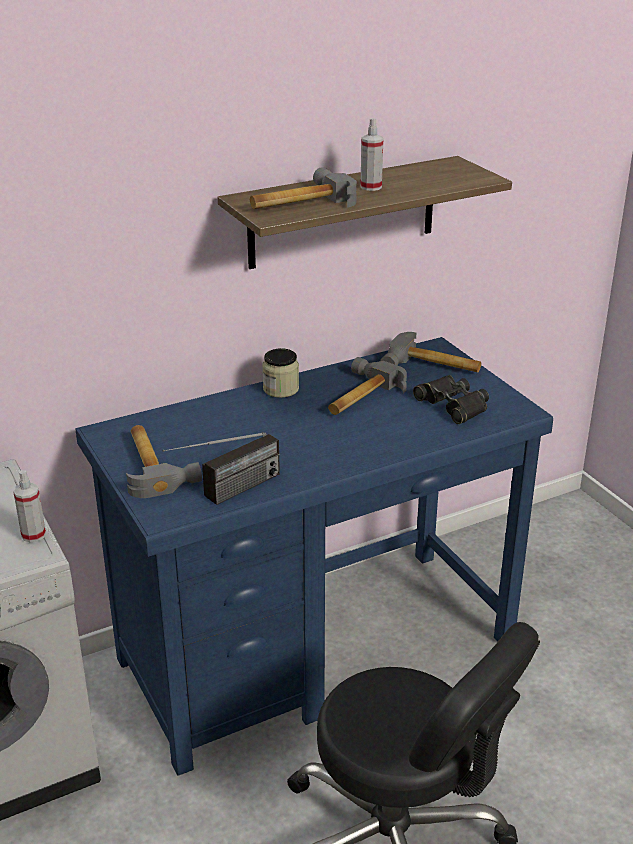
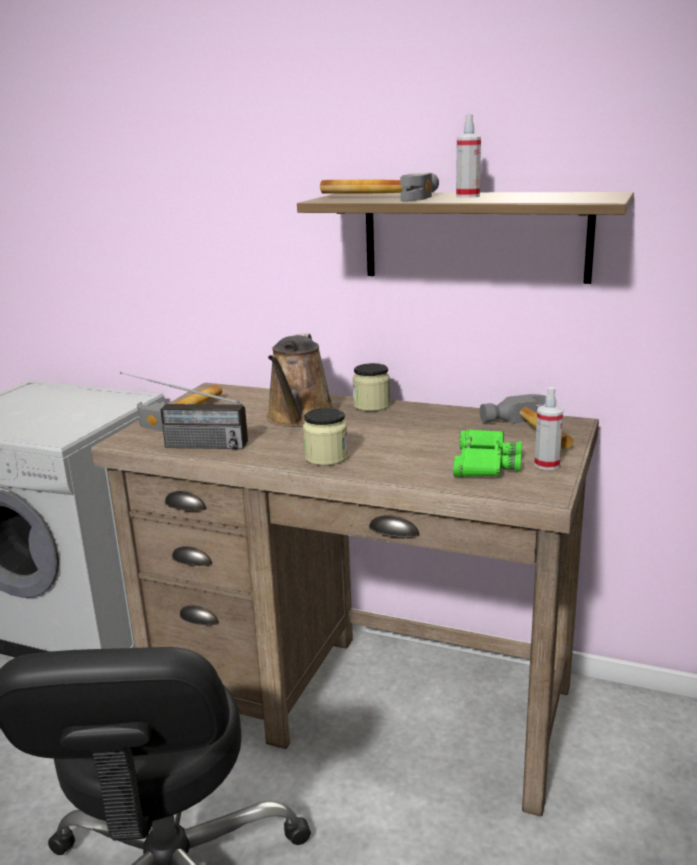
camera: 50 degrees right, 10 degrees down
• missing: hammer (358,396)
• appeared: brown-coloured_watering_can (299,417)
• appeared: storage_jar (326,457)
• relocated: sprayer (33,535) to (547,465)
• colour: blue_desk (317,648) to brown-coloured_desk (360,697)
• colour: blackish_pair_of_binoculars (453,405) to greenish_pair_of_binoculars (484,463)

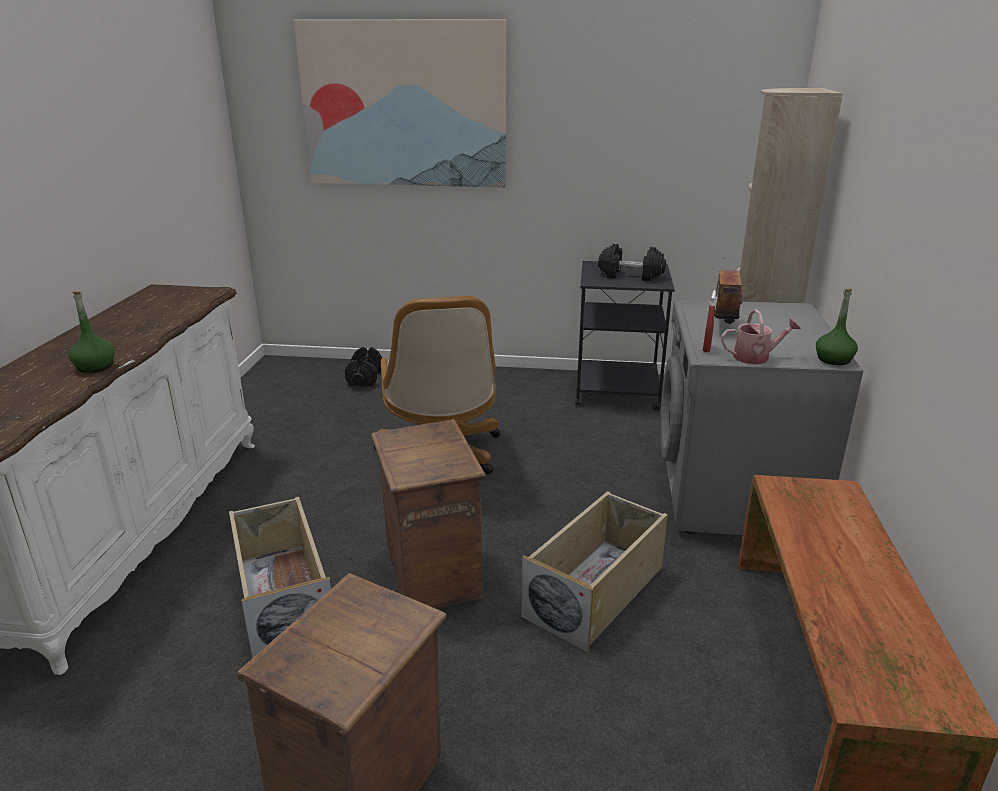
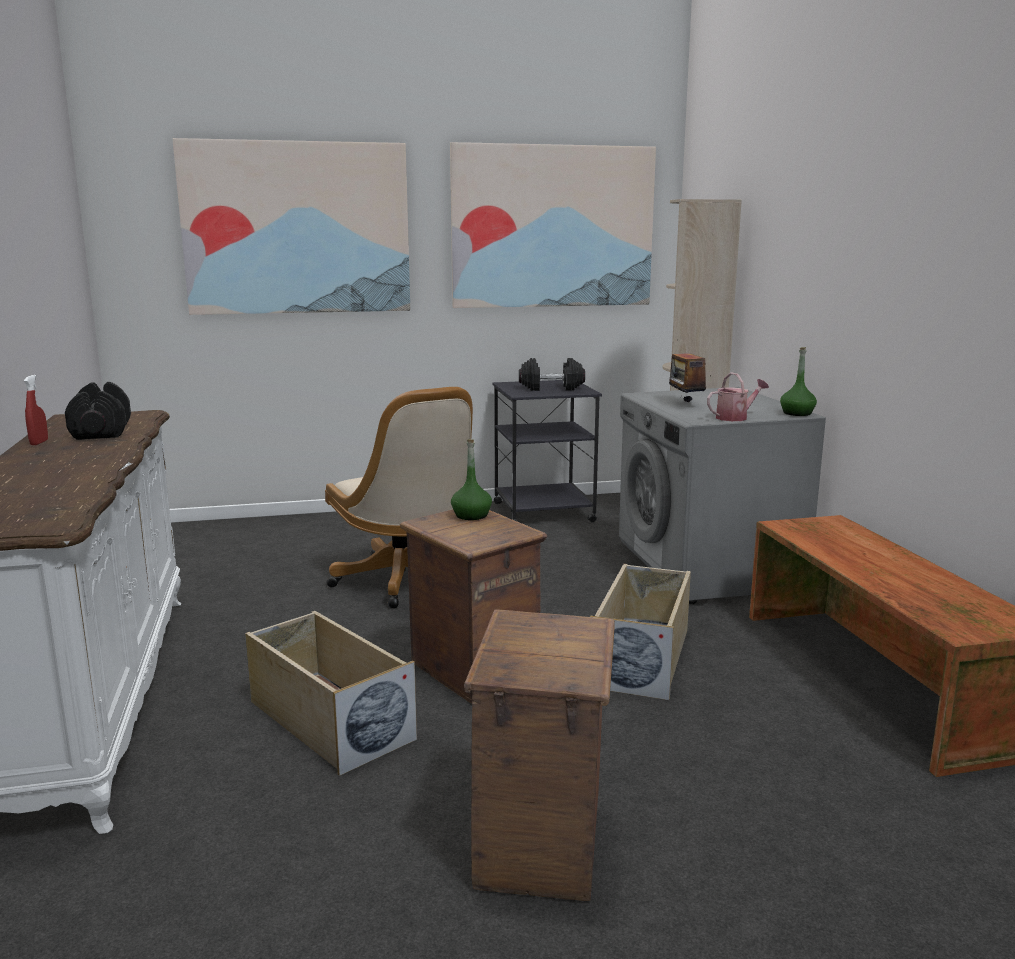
camera: 20 degrees left, 10 degrees down
• appeared: picture (553,227)
• relocated: greenish_drink_bottle (95,366) to (471,515)
• relocated: blackish_hand_weight (364,378) to (101,431)
• relocated: red-coloured_sprayer (706,348) to (39,443)

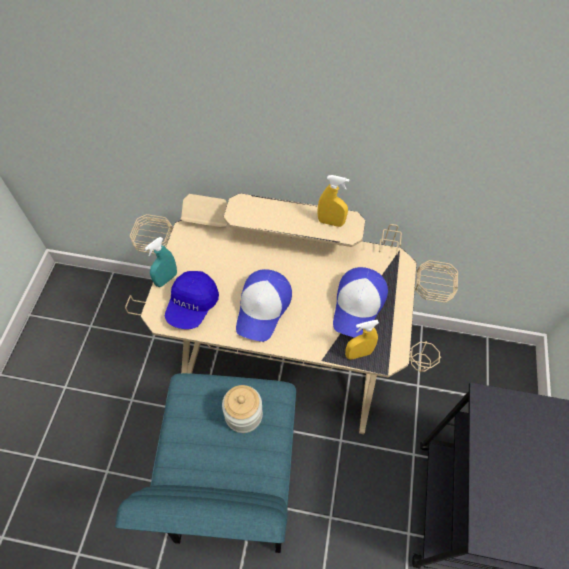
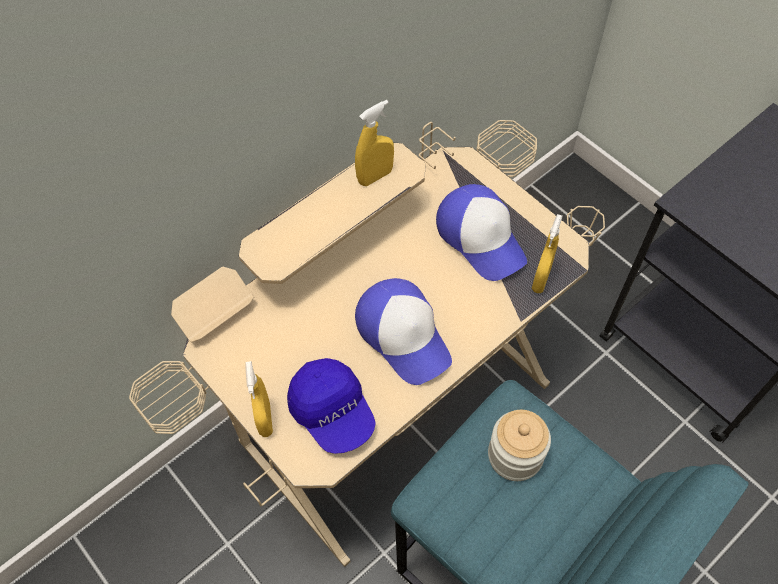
camera: 50 degrees left, 0 degrees up
• colour: turquoise-coloured_sprayer (166,279) to yellow_sprayer (265,419)

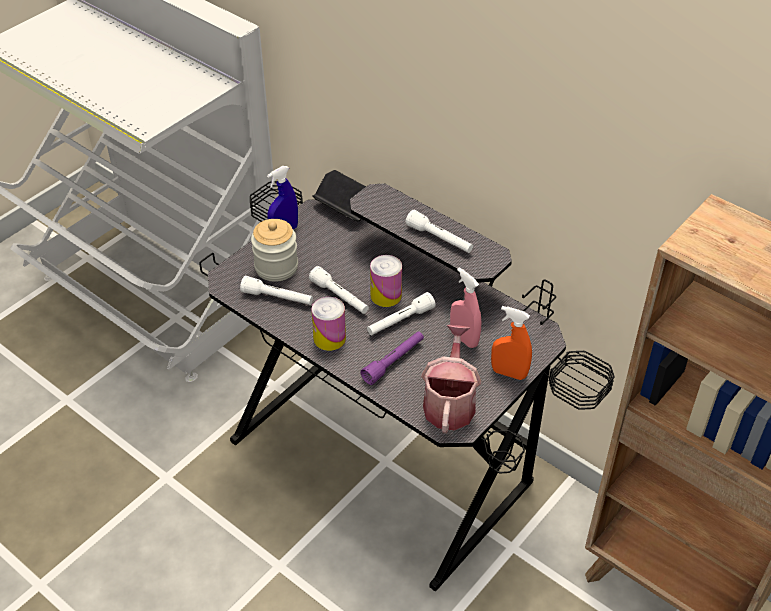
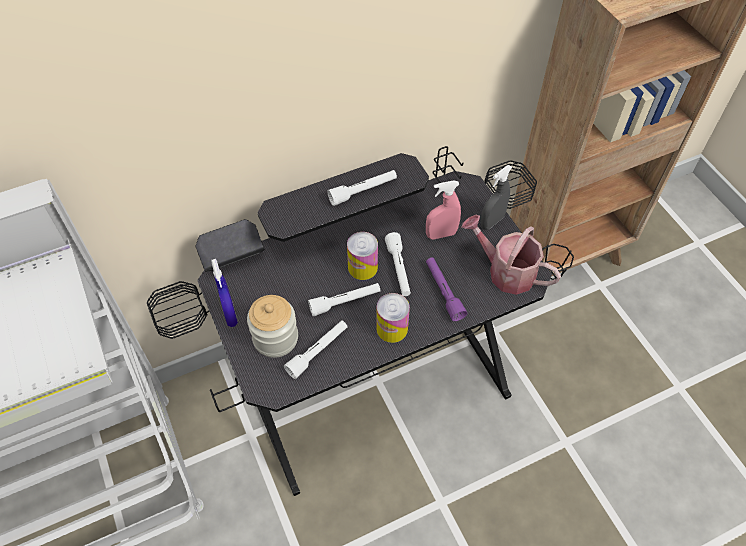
camera: 65 degrees left, 10 degrees up
• colour: orangey_sprayer (509,373) to gray_sprayer (492,221)

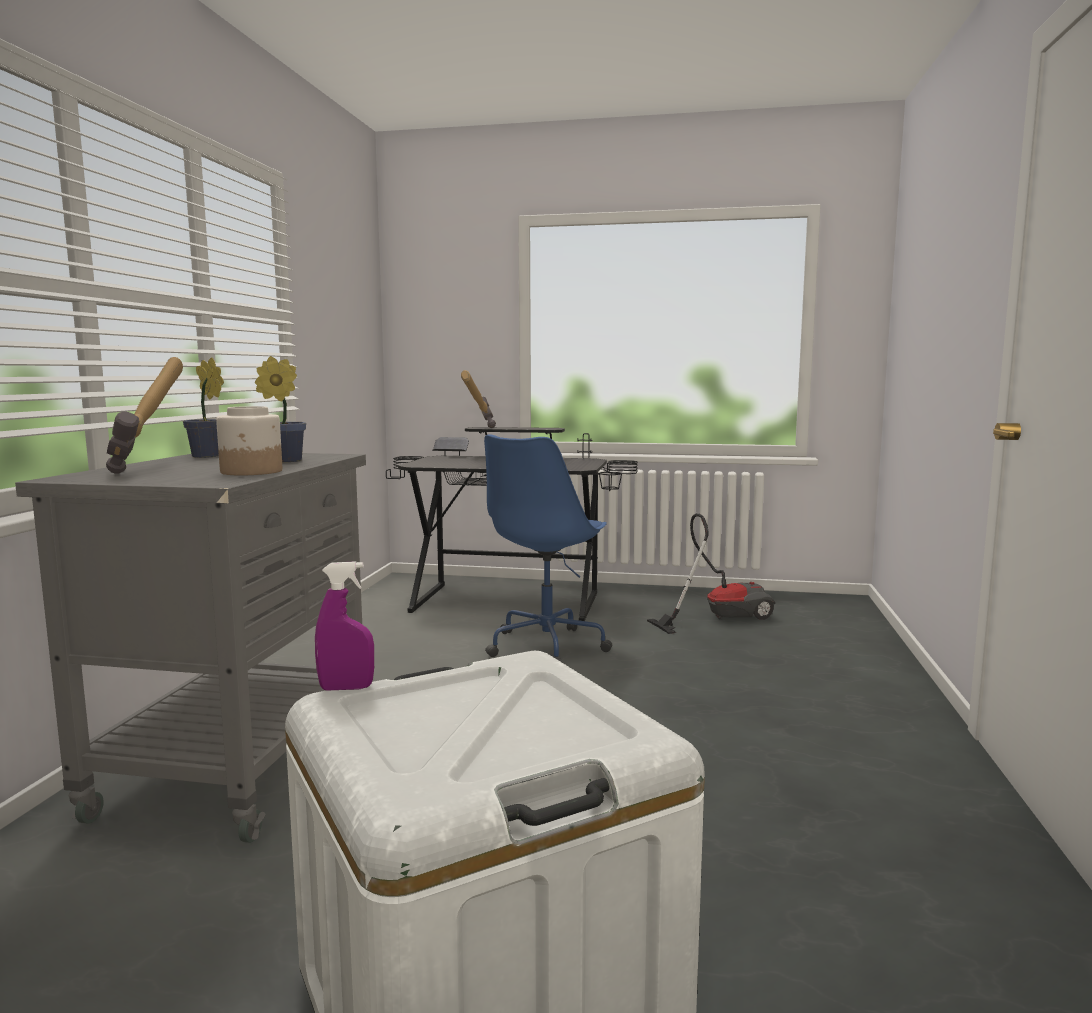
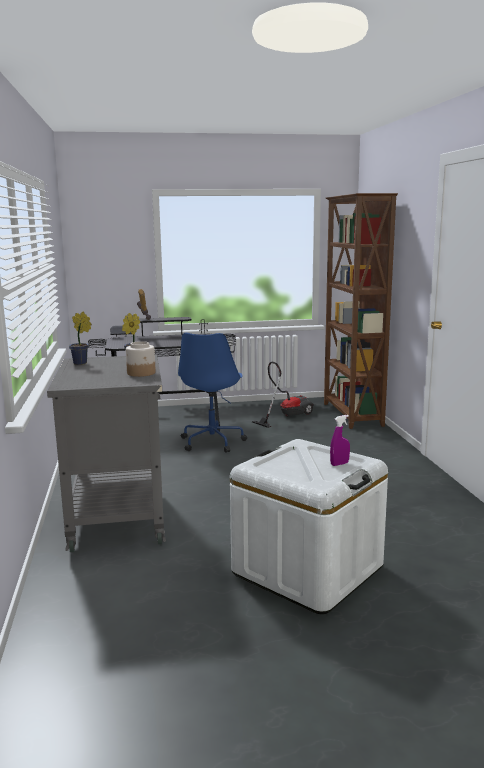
camera: 20 degrees left, 5 degrees up
• missing: hammer (156,468)
• appeared: brown-coloured_bookshelf (351,415)
• relocated: purple-coloured_sprayer (346,688) to (339,464)

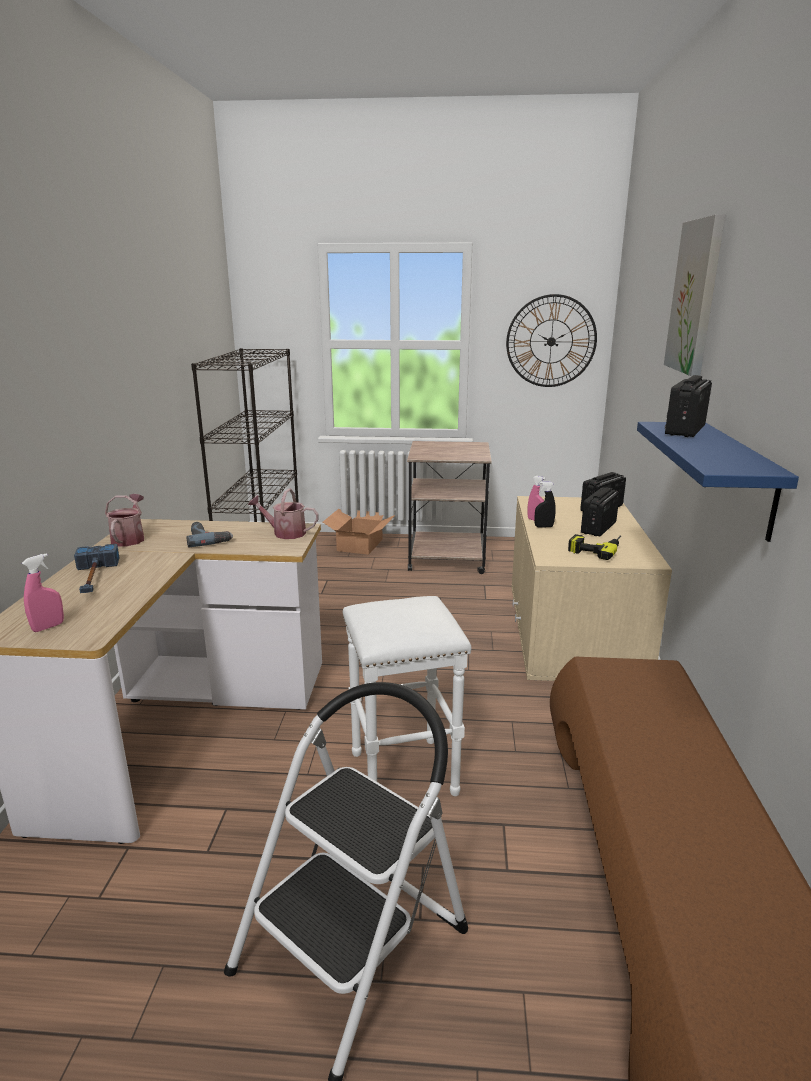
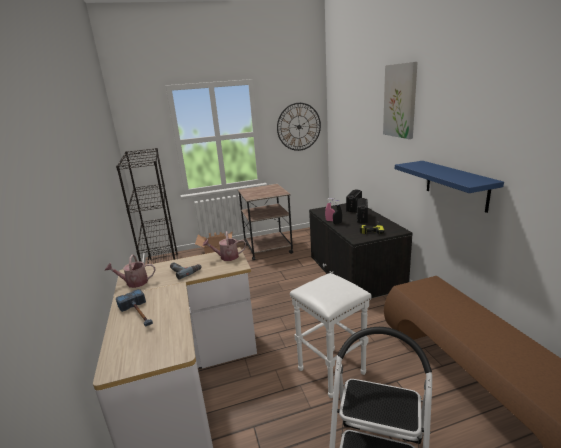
camera: 20 degrees left, 0 degrees up
• missing: pink_sprayer (48,627)
• missing: radio_receiver (685,430)
• colour: beige-coloured_storage_cabinet (572,629) to blackish_storage_cabinet (355,271)
• spun: watering_can (129,538) = (134,282) 75 degrees counterclockwise

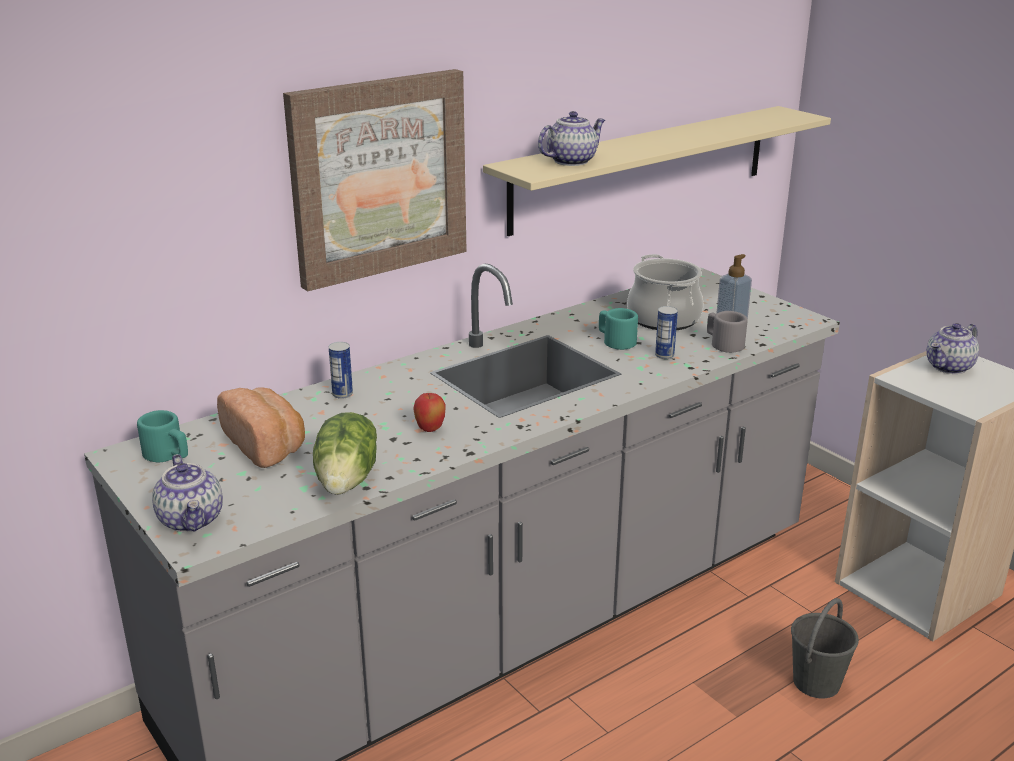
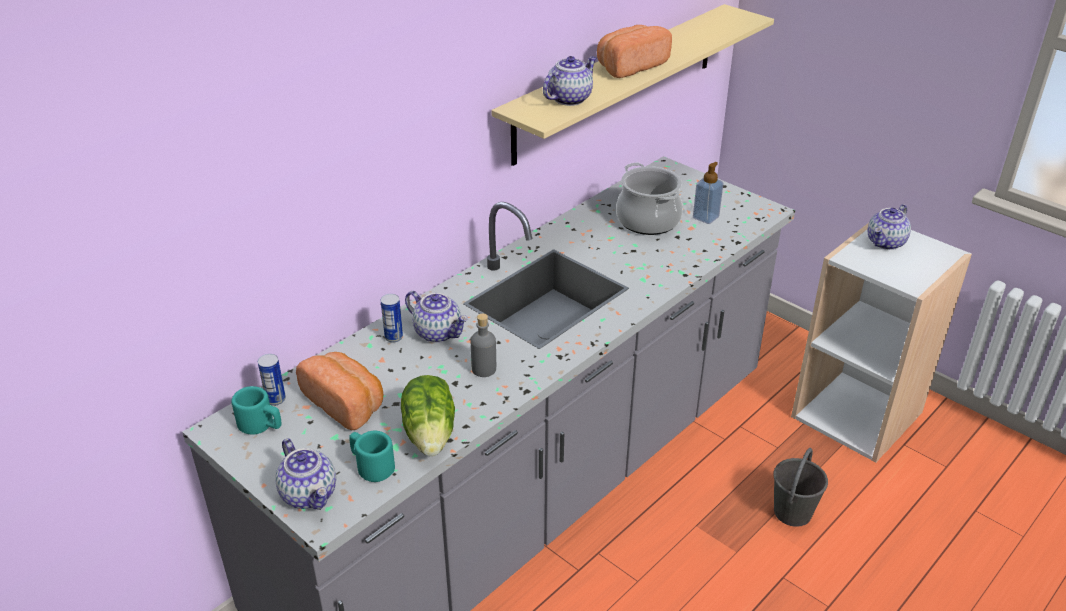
camera: 10 degrees left, 10 degrees up
• missing: picture (378,177)
• missing: gray_tea_mug (723,344)
• appeared: tea_pot (438,332)
• appeared: baked_bread (629,66)
• relocated: turquoise-coloured_tea_mug (615,341) to (371,465)
• relocated: sealed_can (664,355) to (275,399)
• exchanged: whole_apple (430,429) to gray_drink_bottle (484,369)

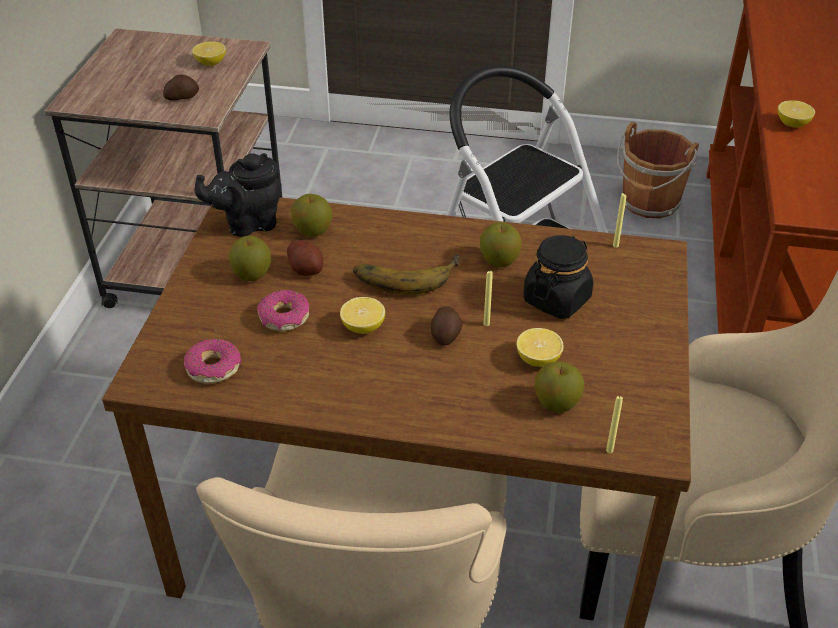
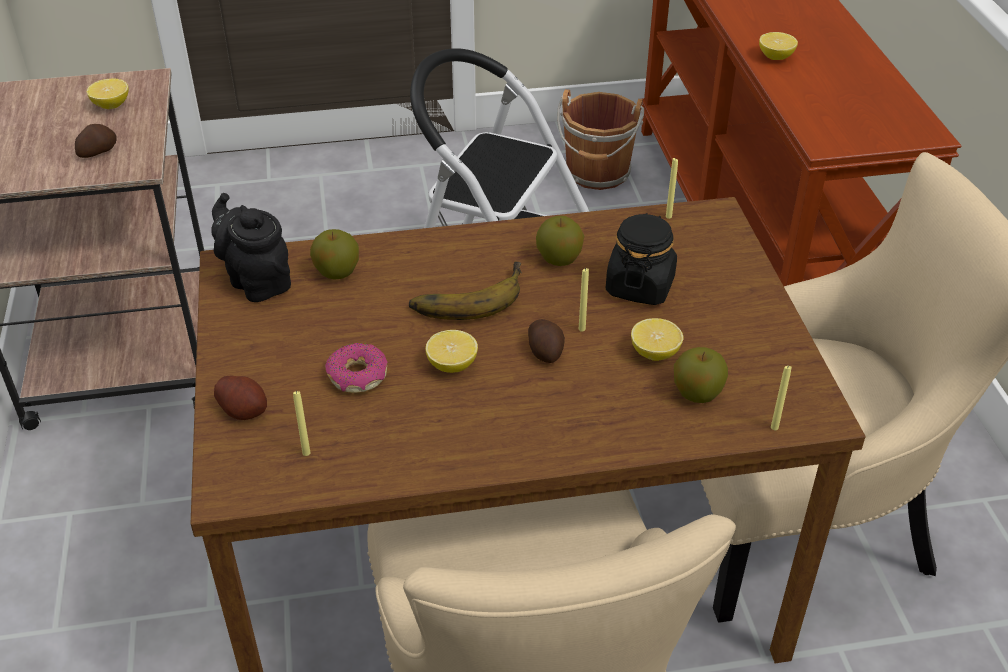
camera: 20 degrees left, 0 degrees up
• missing: whole_apple (252,274)
• relocated: whole_potato (306,269) to (243,410)
• exchanged: doughnut (213,368) to yellow_candle (306,453)
• spun: blackish_tea_pot (248,224) = (257,281) 90 degrees clockwise

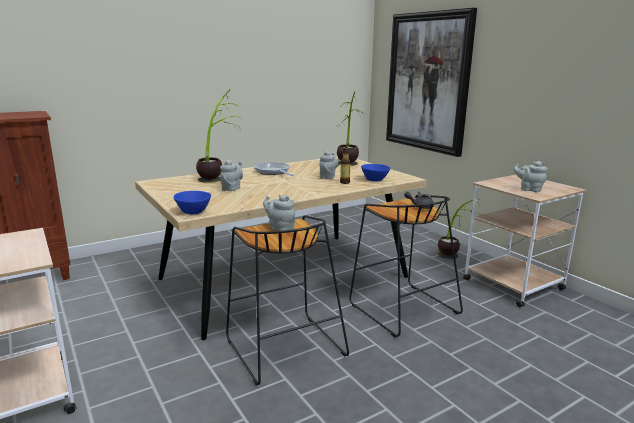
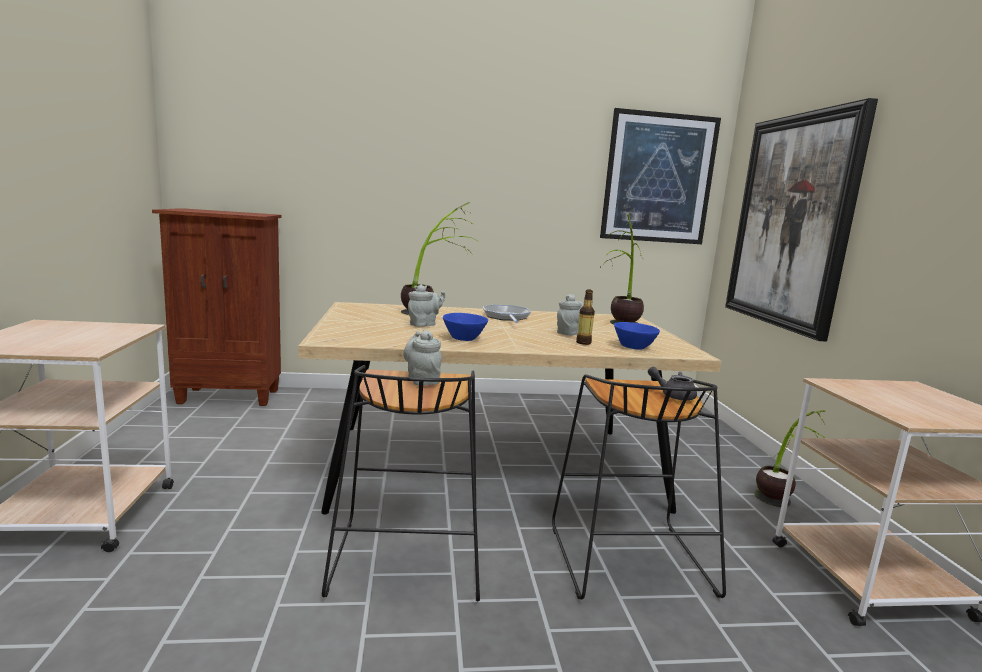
camera: 25 degrees right, 5 degrees down
• missing: gray_tea_pot (529,189)
• appeared: picture (658,178)
• relocated: blue_serving_bowl (193,212) to (463,339)

